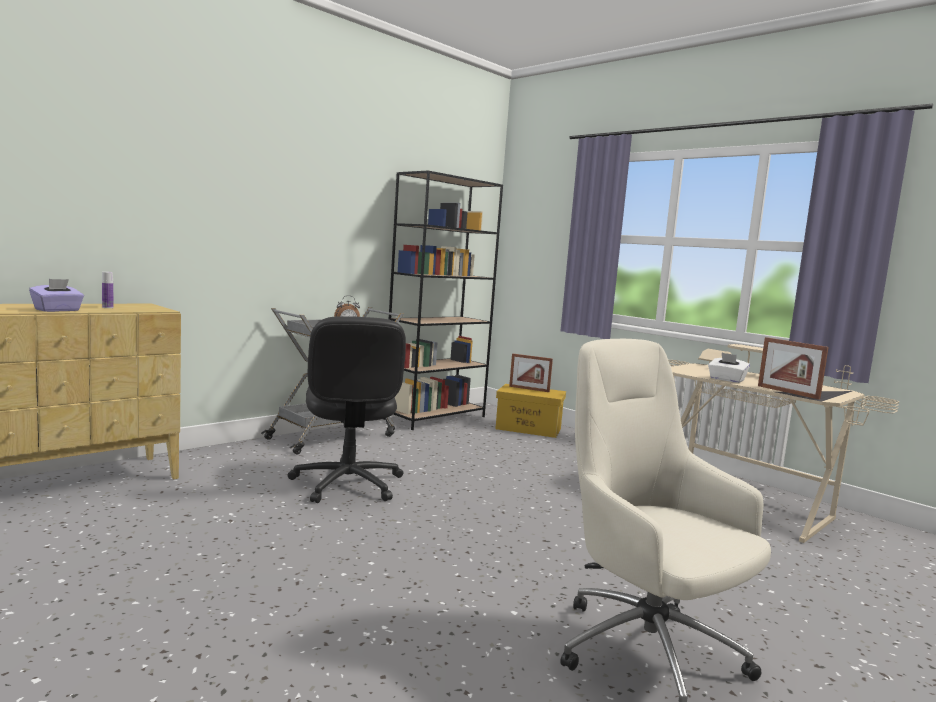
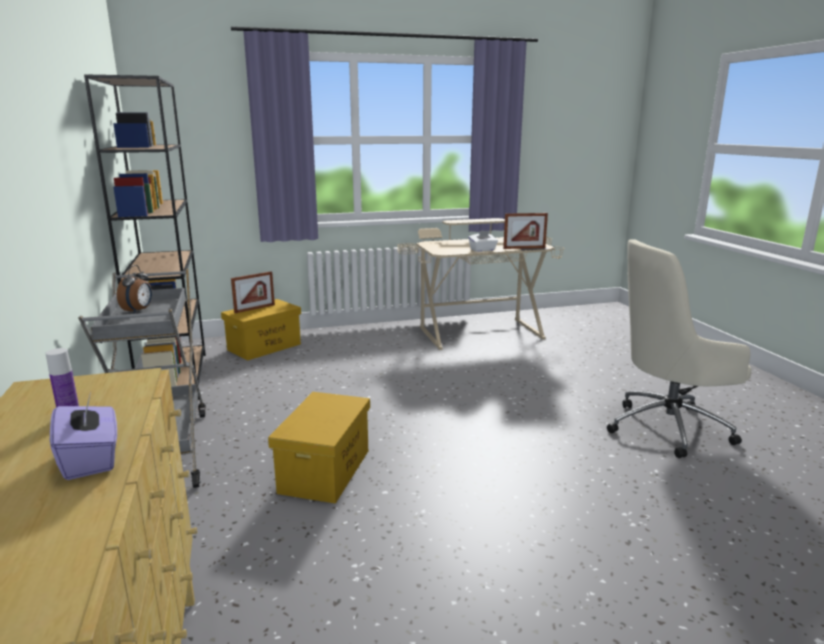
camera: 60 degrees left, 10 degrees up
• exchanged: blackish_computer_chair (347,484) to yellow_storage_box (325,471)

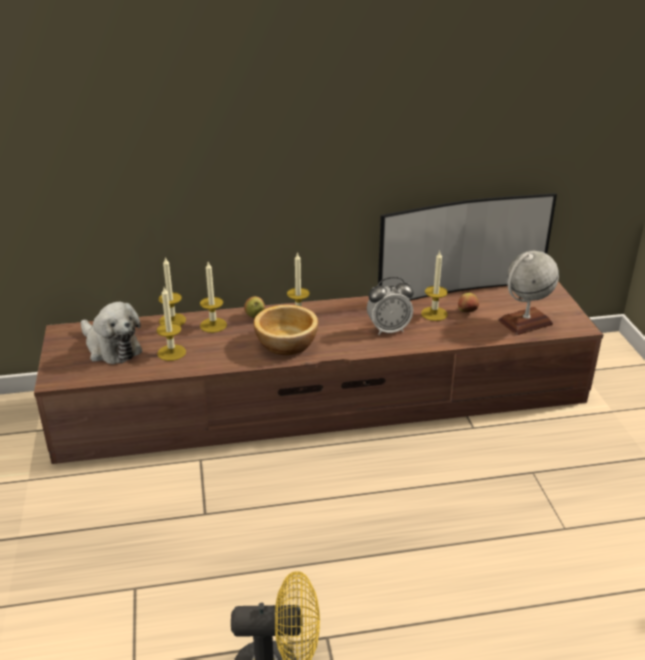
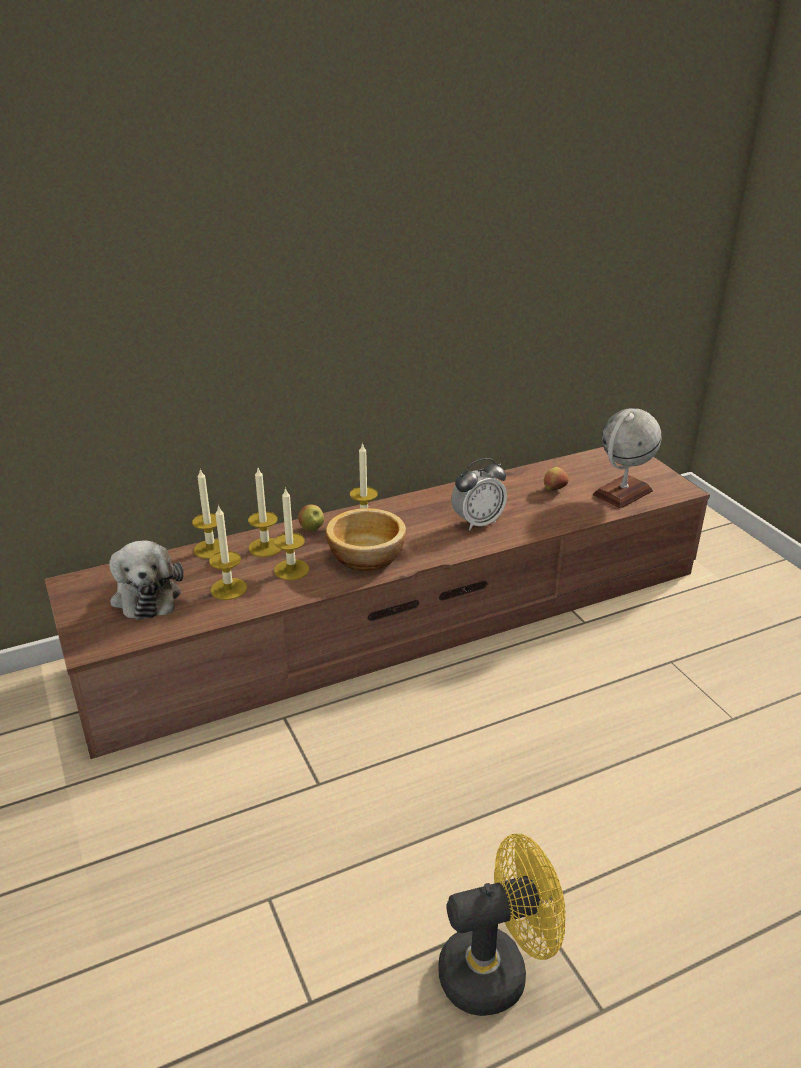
camera: 15 degrees left, 0 degrees up
• missing: television (458,290)
• relocated: candle (434,314) to (291,570)
• spun: soft_toy (111,348) = (146,595) 45 degrees clockwise

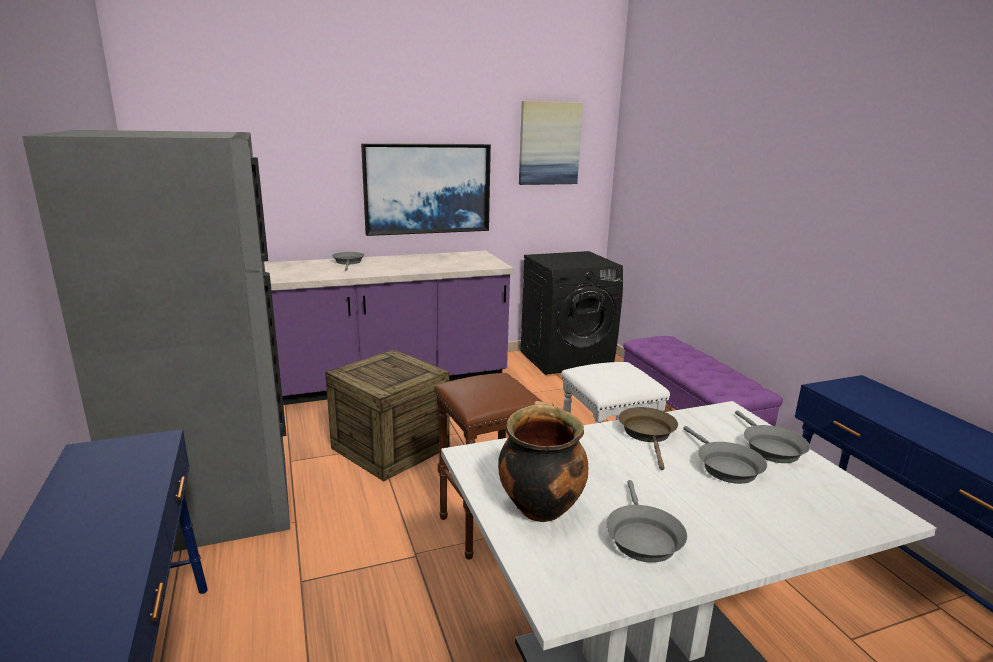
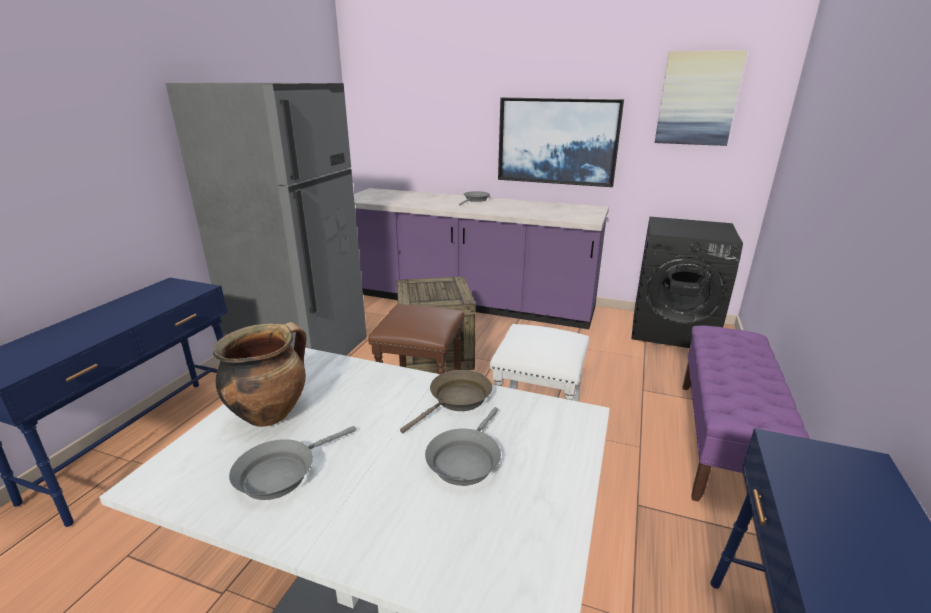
camera: 40 degrees right, 5 degrees up
• missing: gray_skillet (769,448)

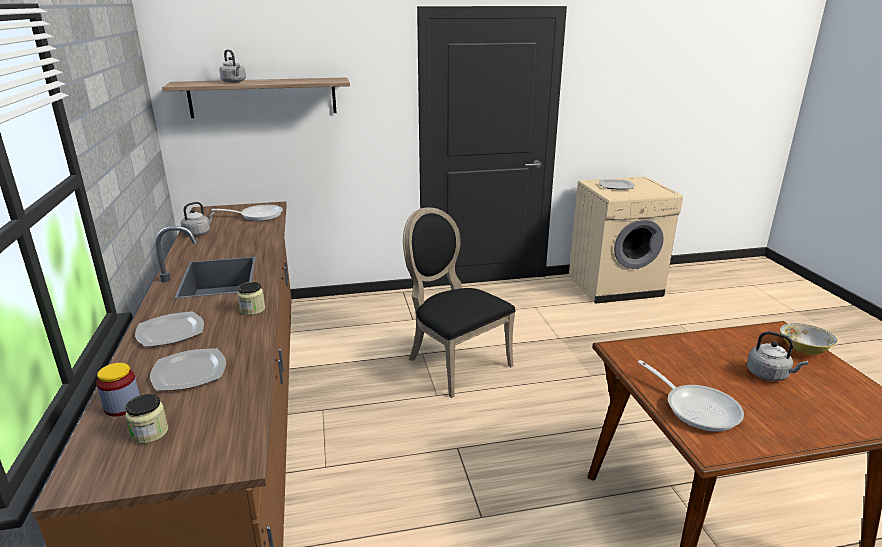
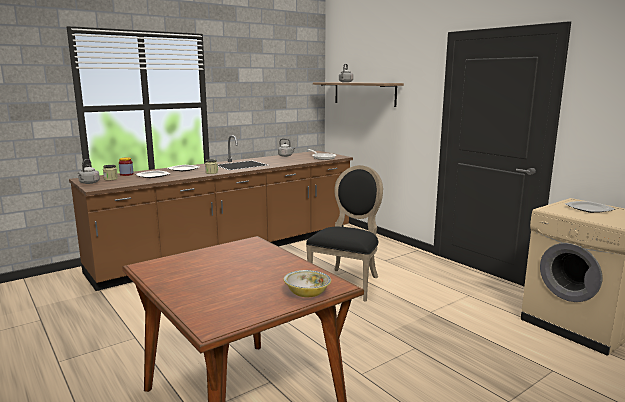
camera: 65 degrees right, 10 degrees down
• missing: skillet (697,408)
• relocated: gray_kettle (769,375) to (89,183)

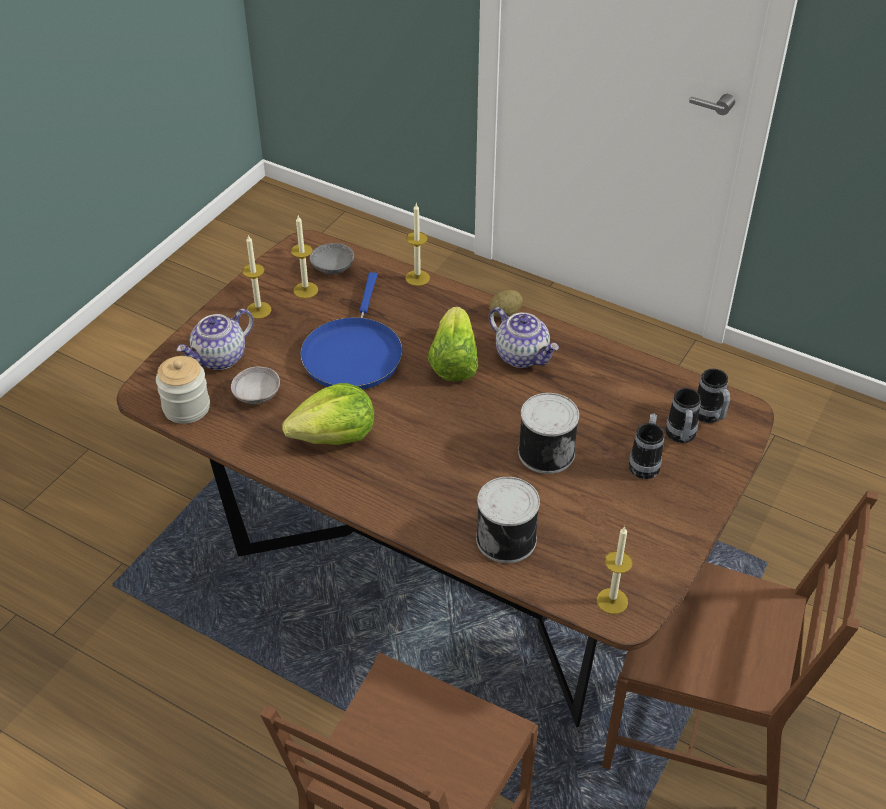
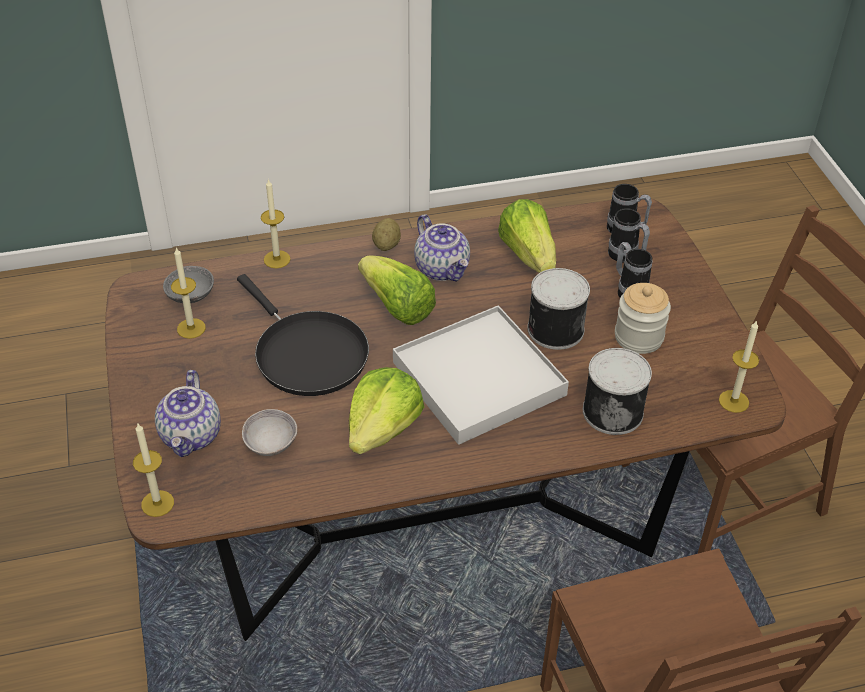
camera: 45 degrees left, 0 degrees up
• appeared: white-coloured_tray (479,378)
• appeared: head_of_lettuce (528,255)
• relocated: storage_jar (186,407) to (638,337)
• relocated: candle (258,310) to (157,503)
• colour: blue_skillet (353,353) to blackish_skillet (307,354)
• spun: tea_pot (522,355) = (442,269) 60 degrees clockwise

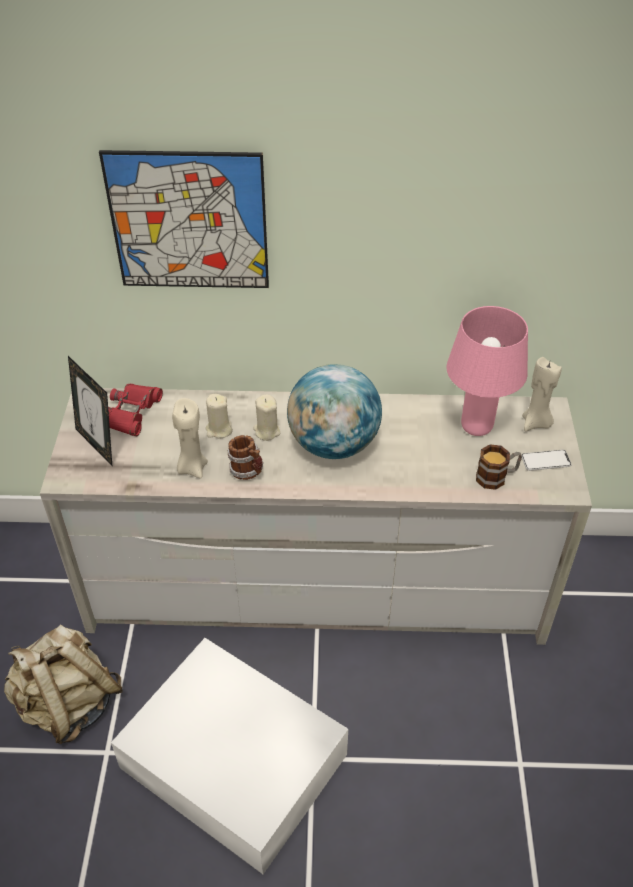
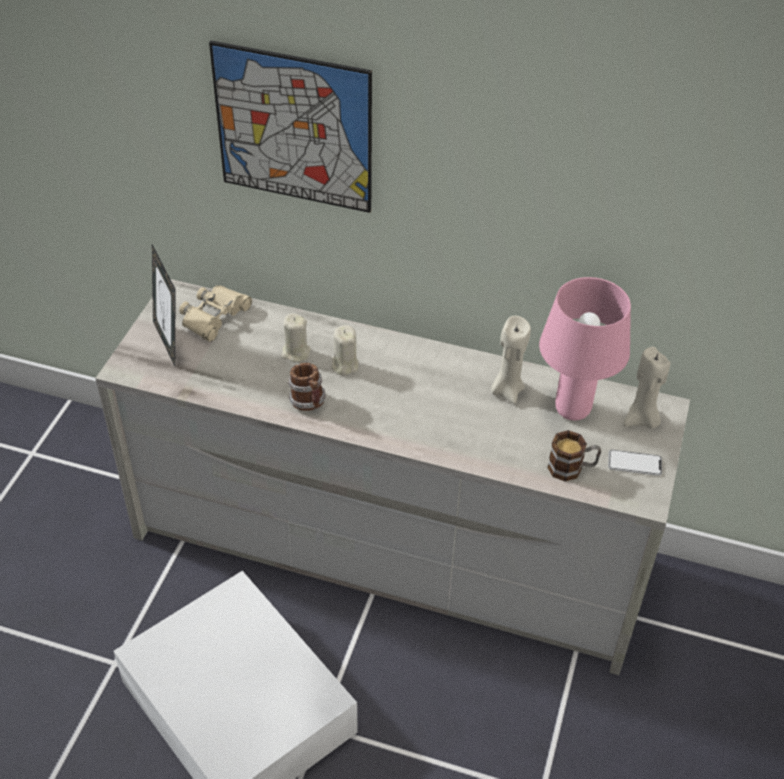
camera: 15 degrees right, 0 degrees up
• missing: beige-coloured_backpack (69,704)
• missing: globe (333,444)
• relocated: beige-coloured_candle (192,467) to (507,390)
• colour: red-coloured_pair_of_binoculars (131,413) to beige-coloured_pair_of_binoculars (214,316)

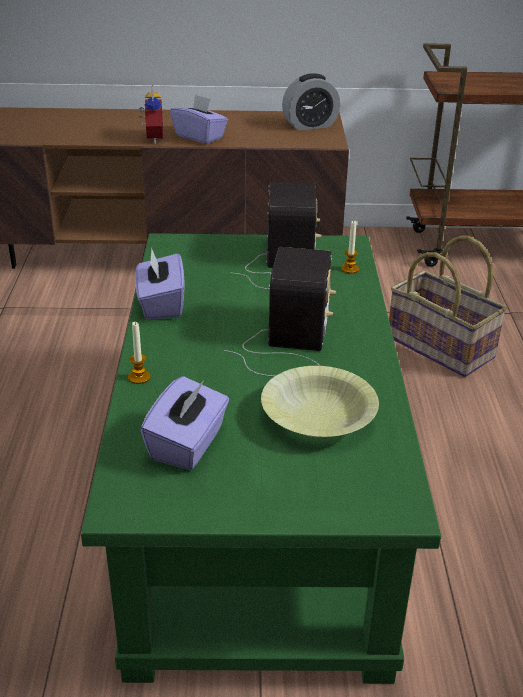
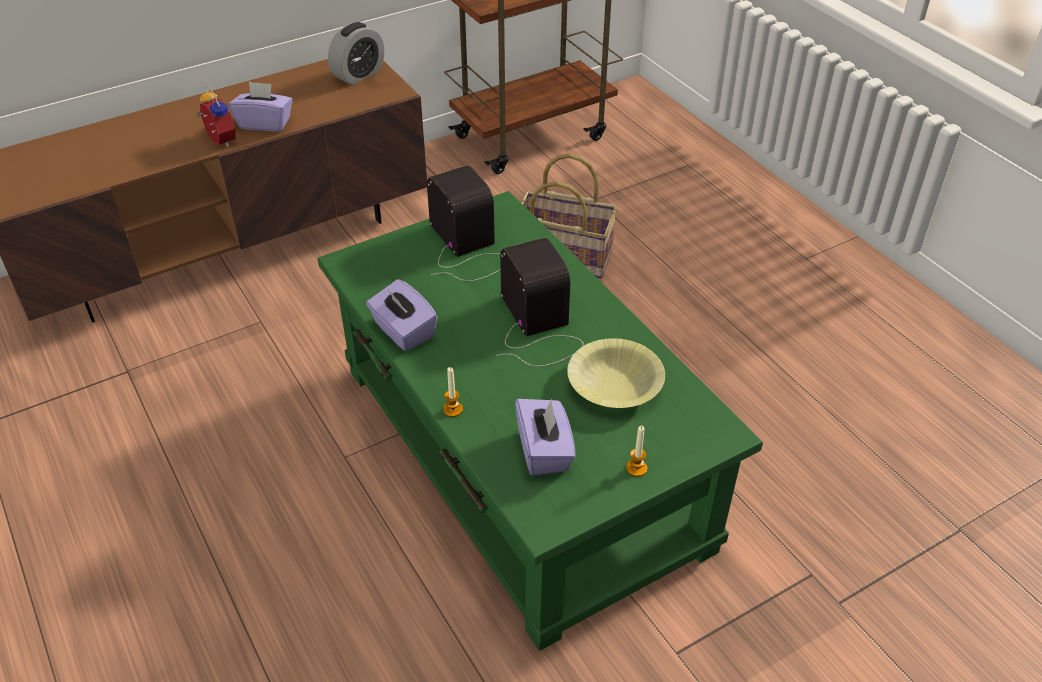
camera: 30 degrees left, 10 degrees up
• relocated: candle (350,269) to (636,468)

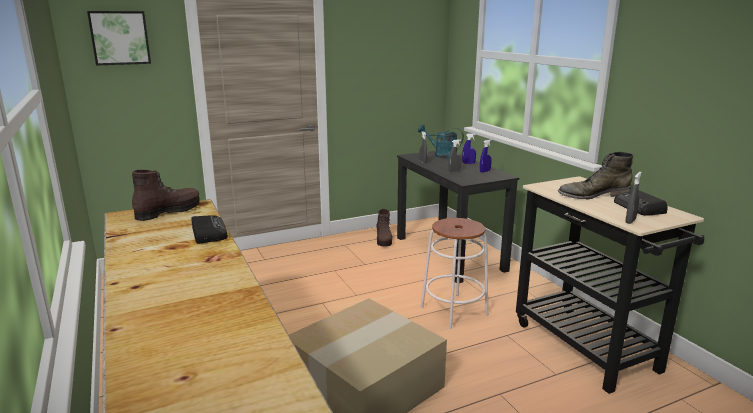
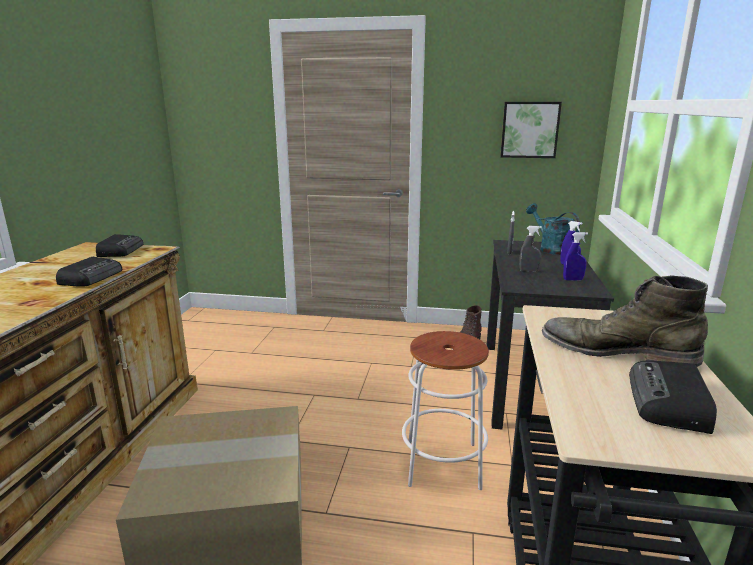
camera: 35 degrees right, 0 degrees up
• missing: gray_sprayer (630,221)
• relocated: picture (120,38) to (529,129)
• exchanged: brown-coloured_high-top_boot (168,211) to radio_receiver (121,250)

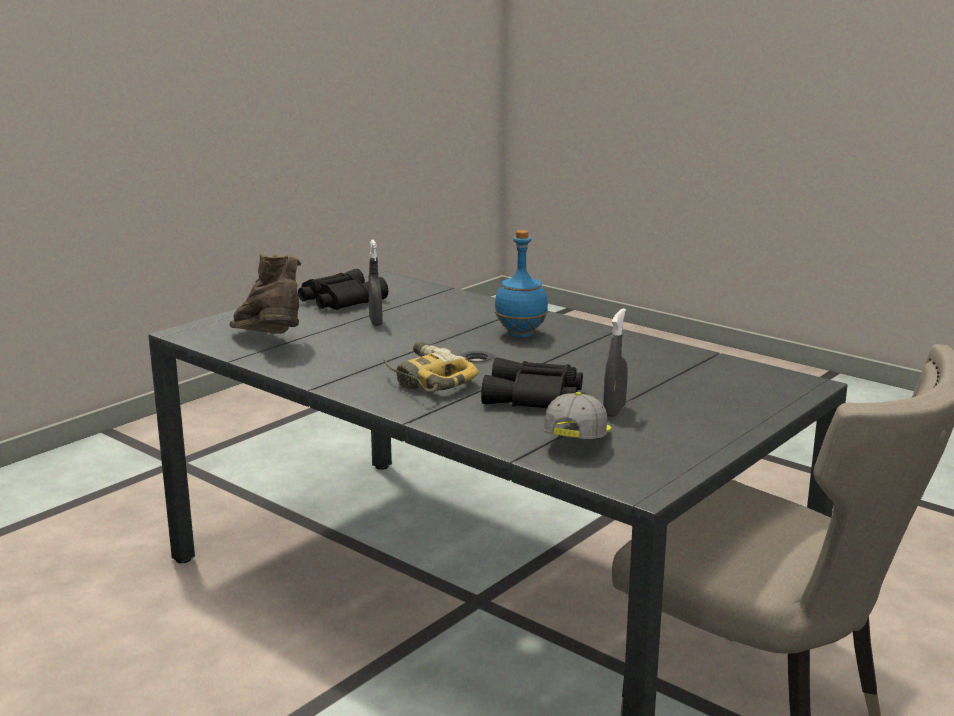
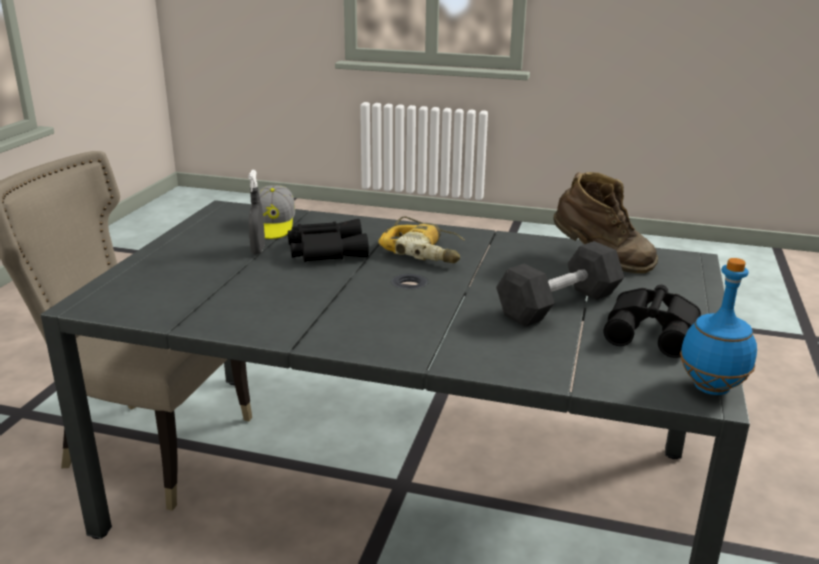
camera: 155 degrees right, 5 degrees up
• relocated: blue_drink_bottle (521,334) to (711,388)
• exchanged: gray_sprayer (375,322) to blackish_hand_weight (559,304)

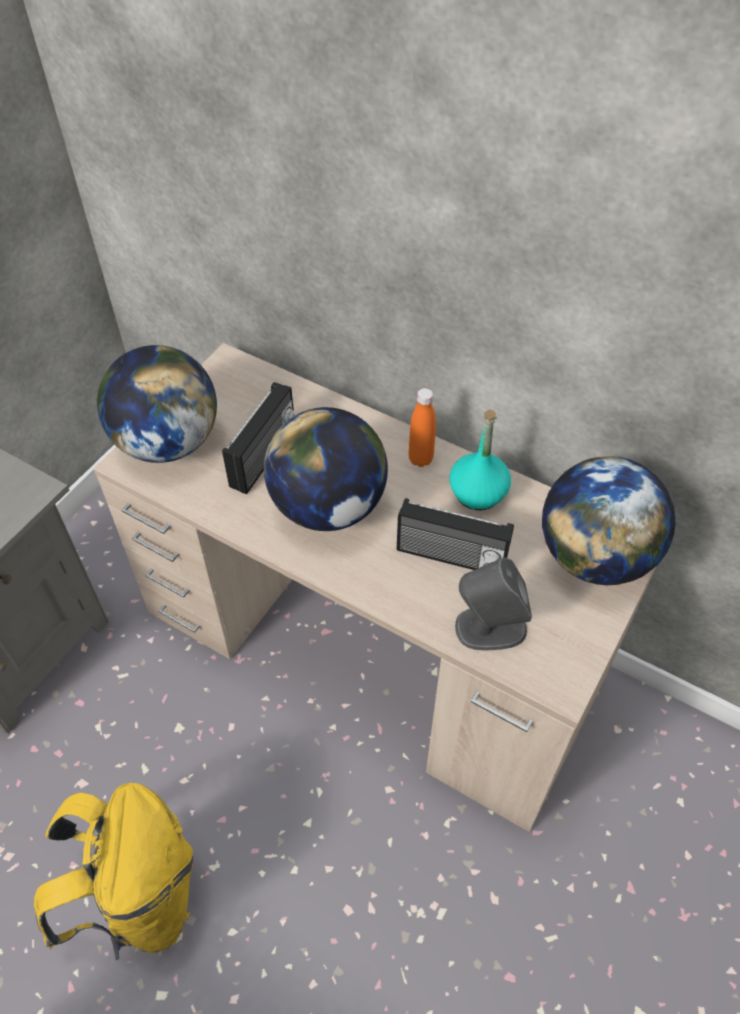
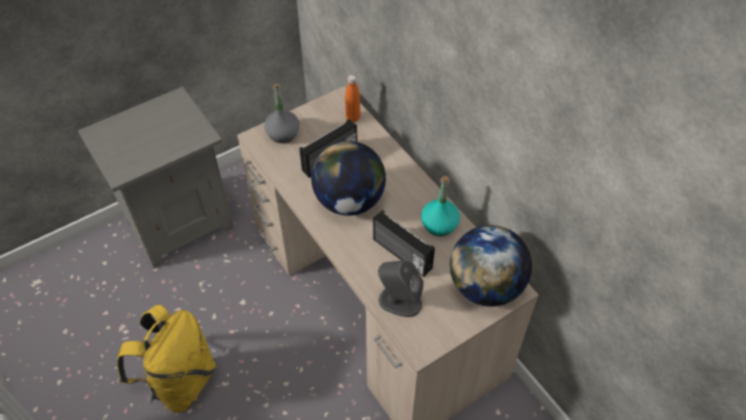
camera: 25 degrees right, 0 degrees up
• relocated: orangey_drink_bottle (420,459) to (353,118)
• exchanged: globe (167,442) to gray_drink_bottle (282,134)

